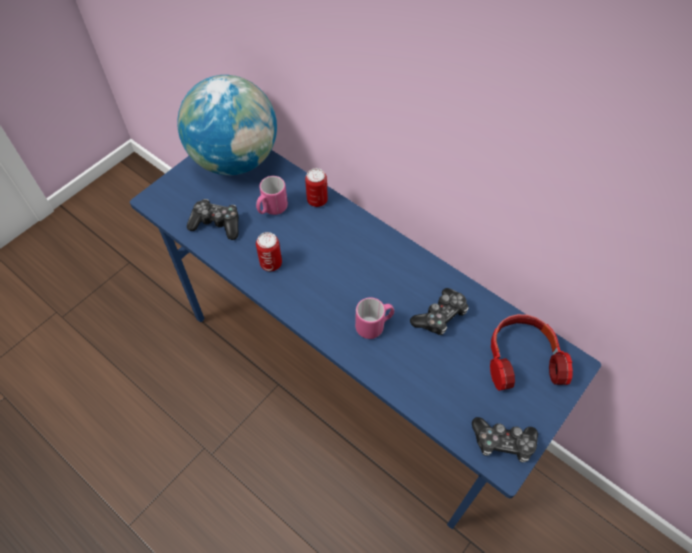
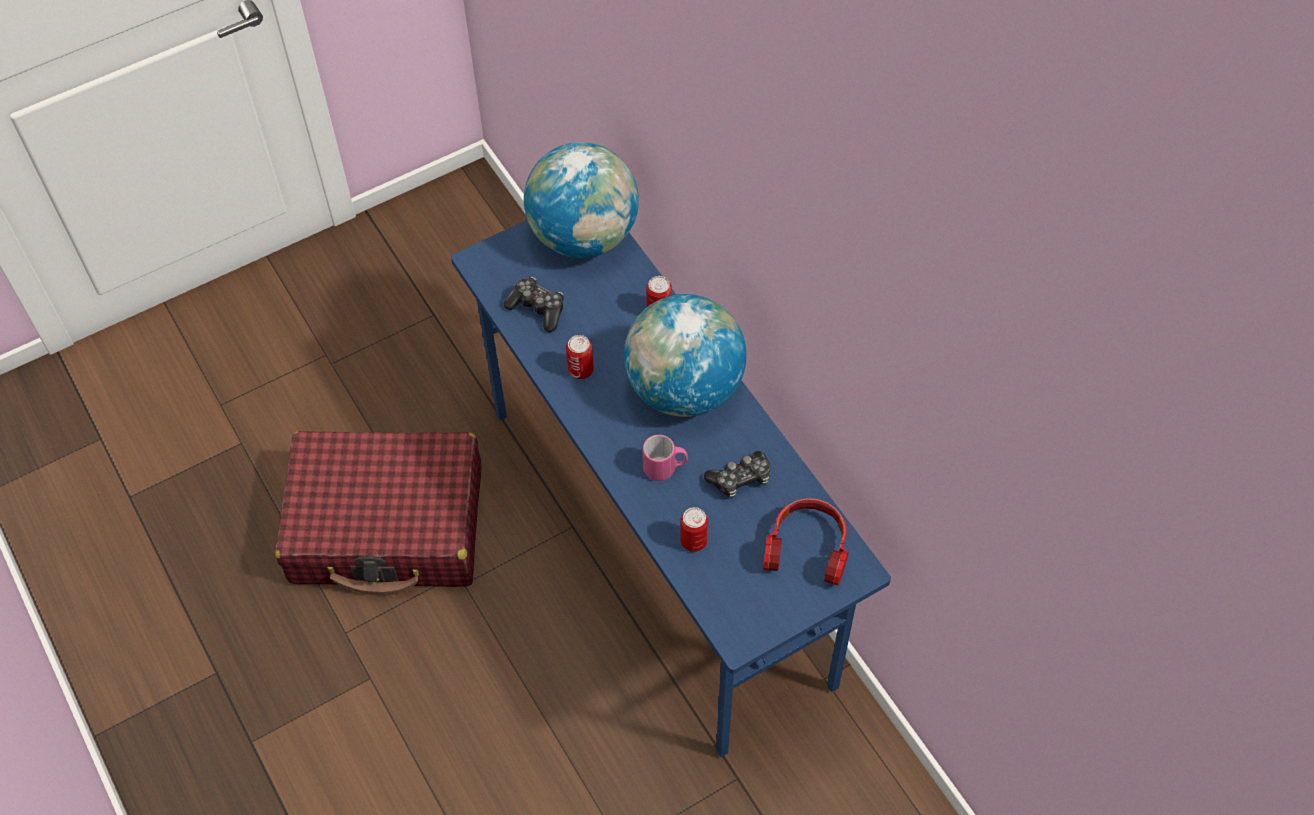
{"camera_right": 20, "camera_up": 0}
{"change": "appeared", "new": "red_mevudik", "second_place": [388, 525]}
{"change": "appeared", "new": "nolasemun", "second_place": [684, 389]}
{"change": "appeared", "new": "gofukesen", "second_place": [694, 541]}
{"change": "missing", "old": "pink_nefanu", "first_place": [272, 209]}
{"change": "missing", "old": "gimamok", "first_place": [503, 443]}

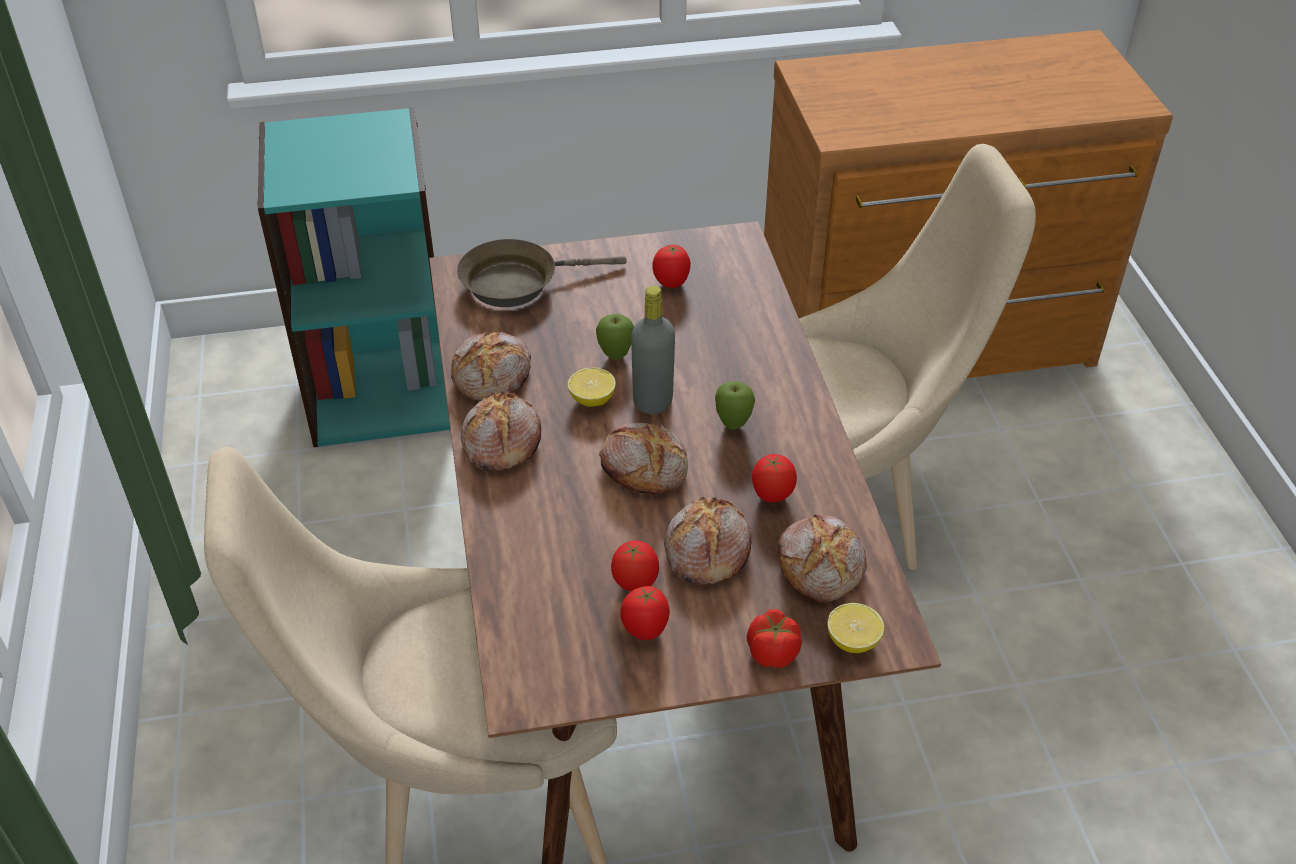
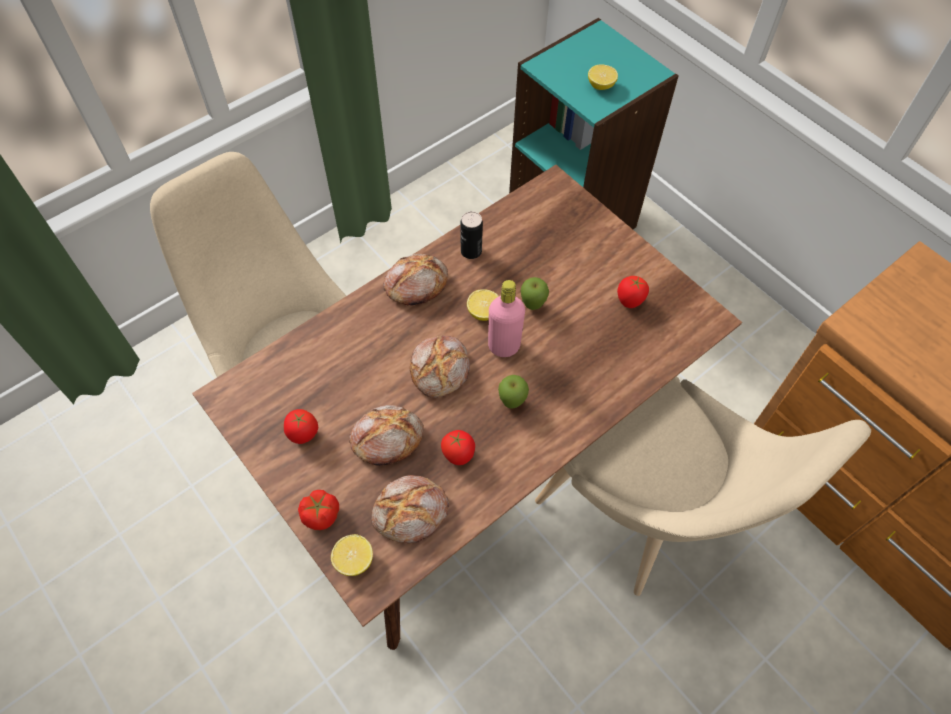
{"camera_right": 60, "camera_up": 15}
{"change": "exchanged", "old": "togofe", "new": "gofukesen", "first_place": [493, 375], "second_place": [471, 251]}
{"change": "colour", "old": "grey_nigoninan", "new": "pink_nigoninan", "first_place": [652, 401], "second_place": [504, 346]}
{"change": "appeared", "new": "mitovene", "second_place": [601, 85]}
{"change": "missing", "old": "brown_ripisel", "first_place": [517, 282]}
{"change": "missing", "old": "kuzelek", "first_place": [635, 583]}

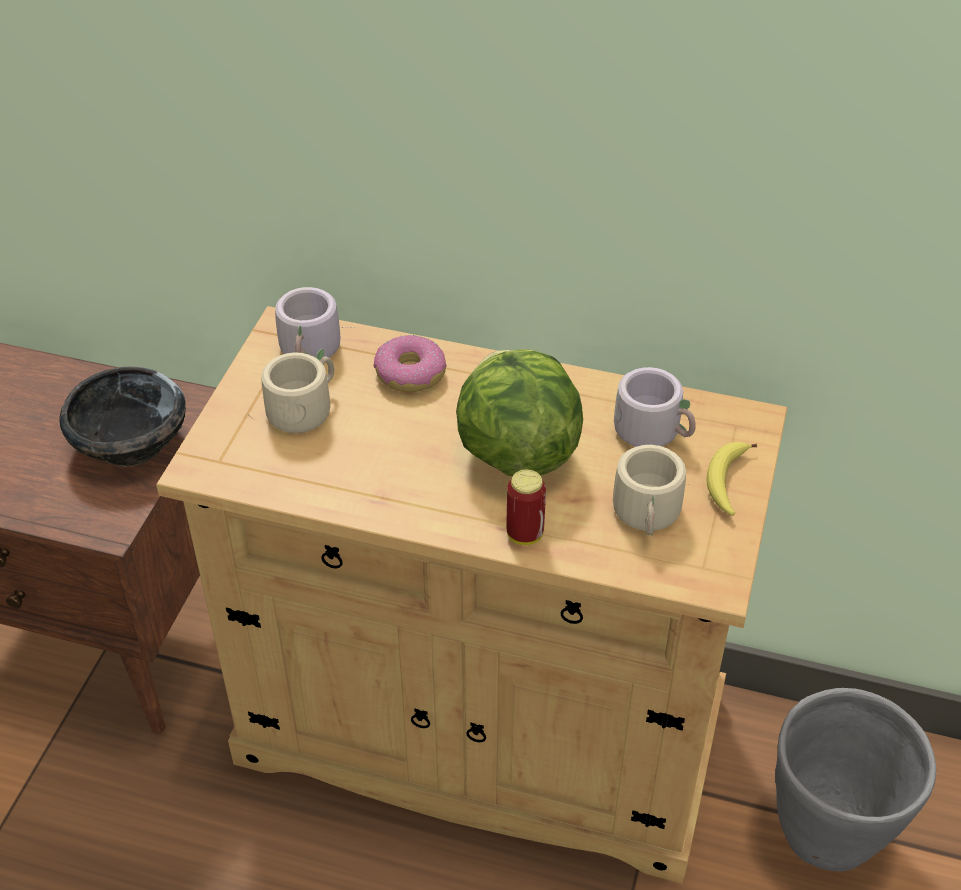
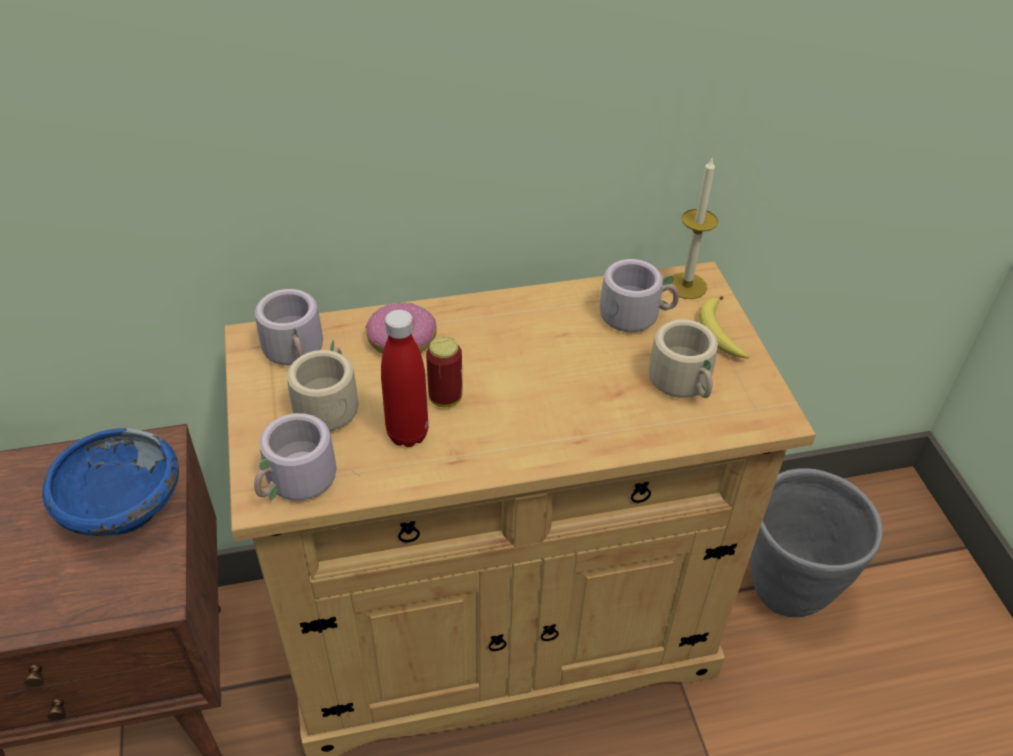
{"camera_right": -30, "camera_up": 0}
{"change": "colour", "old": "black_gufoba", "new": "blue_gufoba", "first_place": [130, 443], "second_place": [122, 508]}
{"change": "appeared", "new": "grey_nefanu", "second_place": [299, 484]}
{"change": "appeared", "new": "red_nigoninan", "second_place": [407, 434]}
{"change": "relocated", "old": "gofukesen", "first_place": [525, 534], "second_place": [445, 398]}
{"change": "appeared", "new": "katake", "second_place": [686, 286]}
{"change": "missing", "old": "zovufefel", "first_place": [515, 451]}

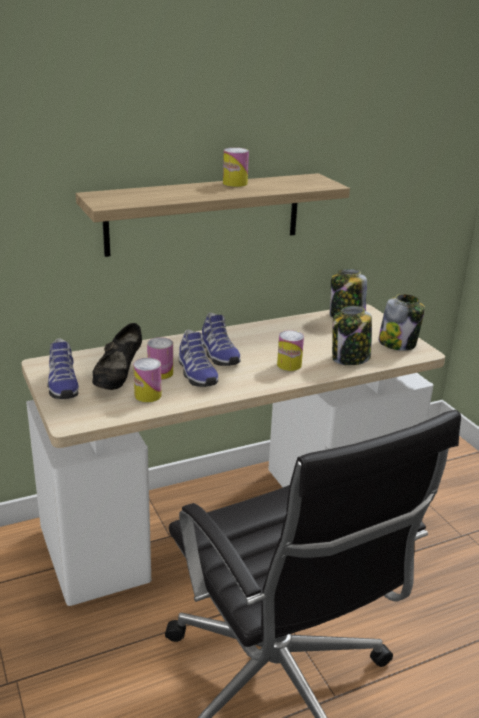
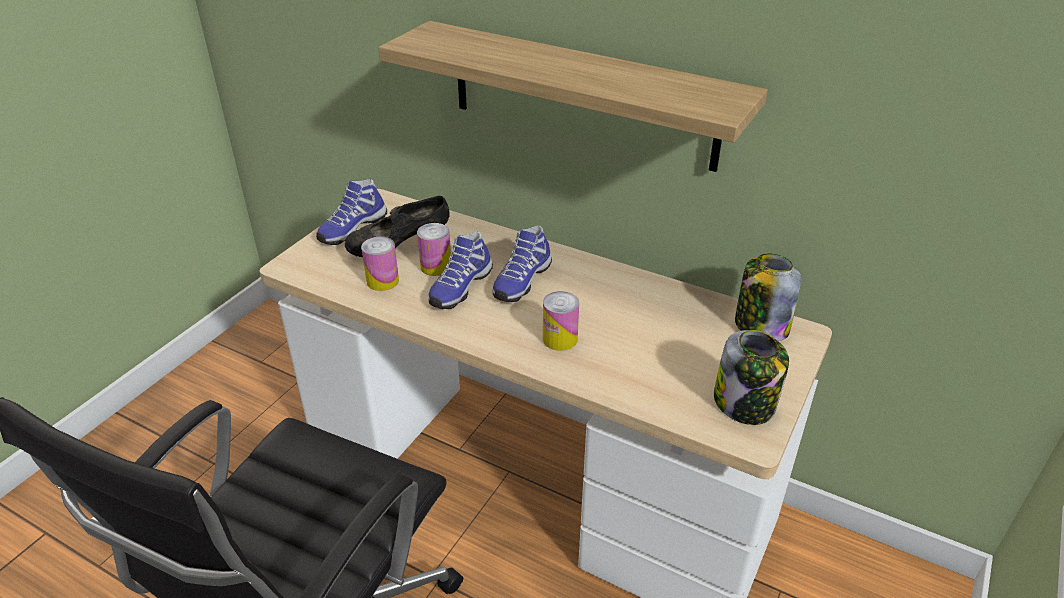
{"camera_right": 55, "camera_up": 10}
{"change": "missing", "old": "gofukesen", "first_place": [235, 183]}
{"change": "missing", "old": "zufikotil", "first_place": [350, 358]}

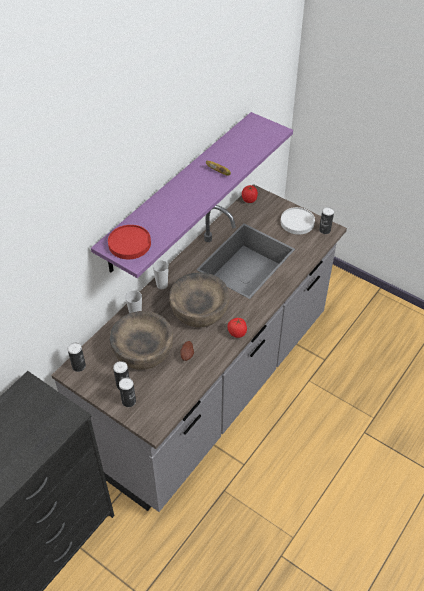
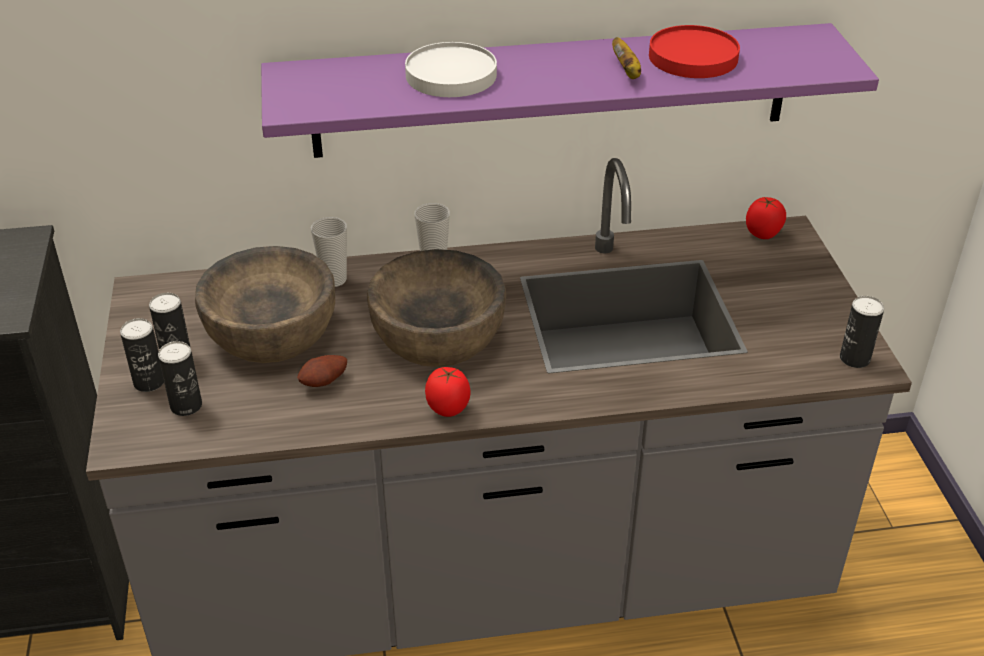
{"camera_right": 45, "camera_up": -10}
{"change": "relocated", "old": "gofukesen", "first_place": [79, 366], "second_place": [186, 406]}
{"change": "relocated", "old": "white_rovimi", "first_place": [297, 222], "second_place": [451, 75]}
{"change": "relocated", "old": "red_rovimi", "first_place": [129, 244], "second_place": [692, 57]}

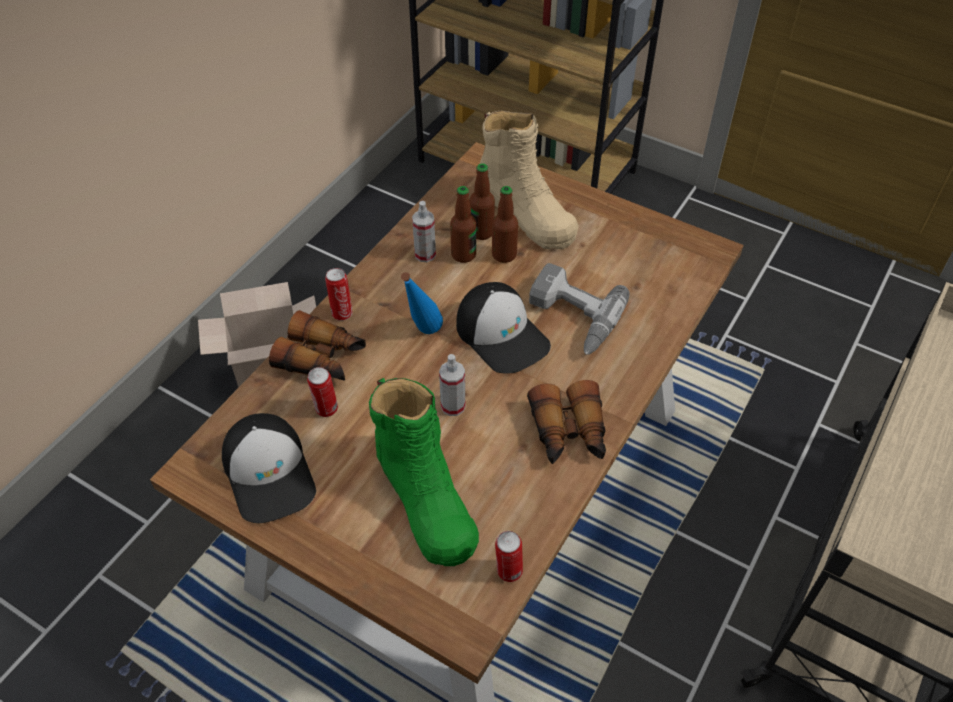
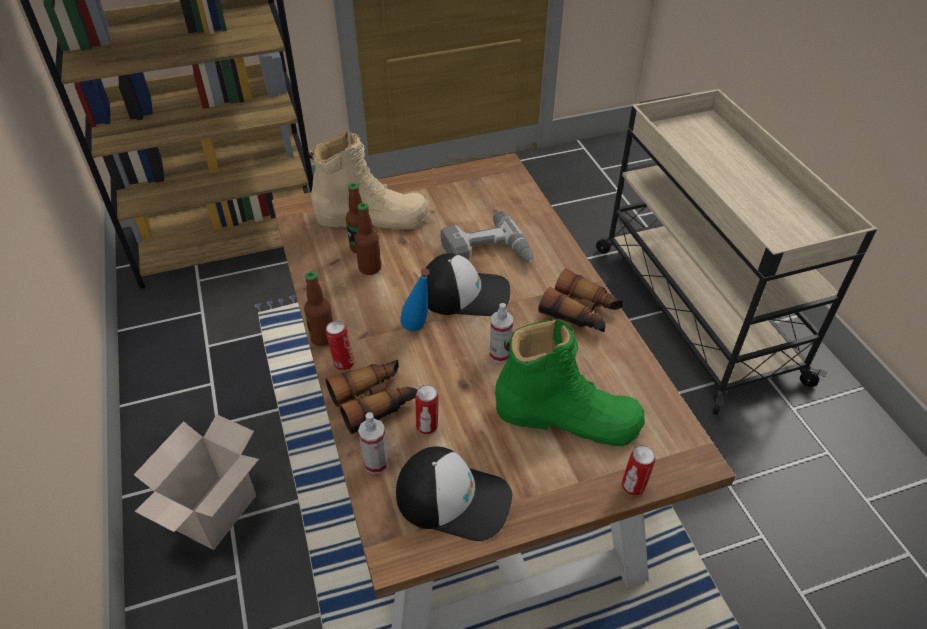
{"camera_right": -50, "camera_up": -5}
{"change": "relocated", "old": "nigoninan", "first_place": [504, 255], "second_place": [323, 338]}
{"change": "relocated", "old": "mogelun", "first_place": [425, 254], "second_place": [376, 463]}
{"change": "relocated", "old": "gofukesen", "first_place": [508, 572], "second_place": [633, 487]}

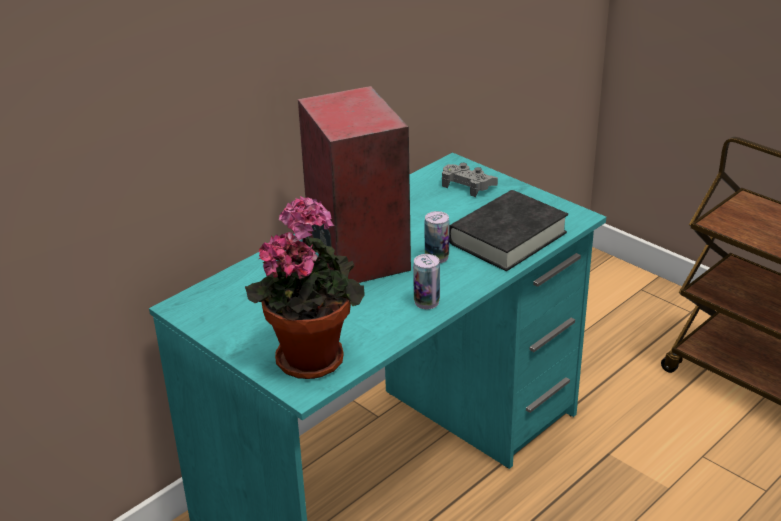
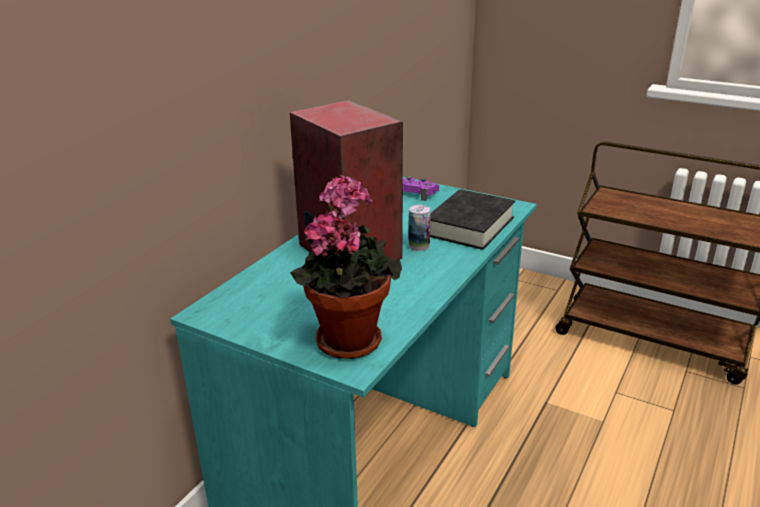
{"camera_right": -15, "camera_up": -5}
{"change": "colour", "old": "grey_gimamok", "new": "purple_gimamok", "first_place": [468, 185], "second_place": [415, 194]}
{"change": "missing", "old": "gofukesen", "first_place": [426, 302]}

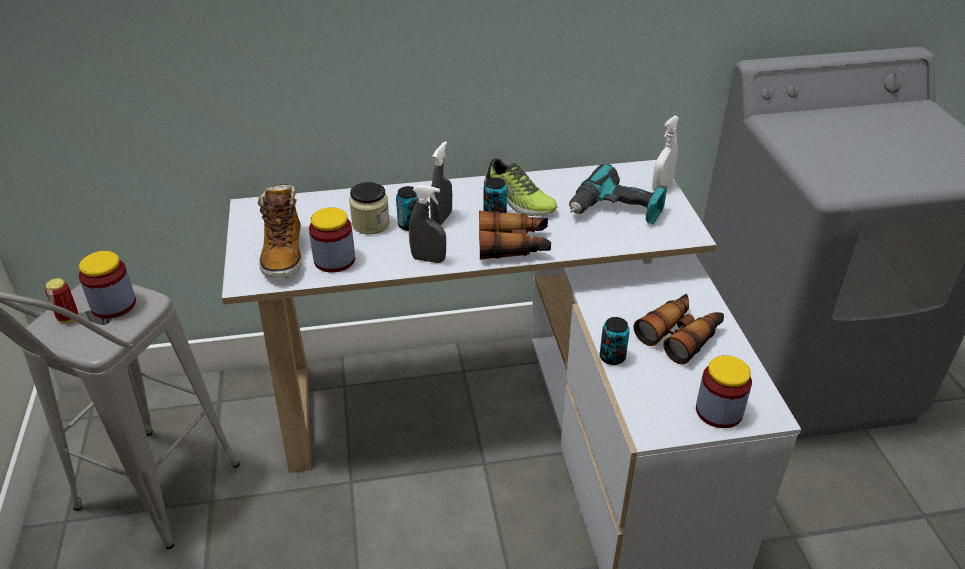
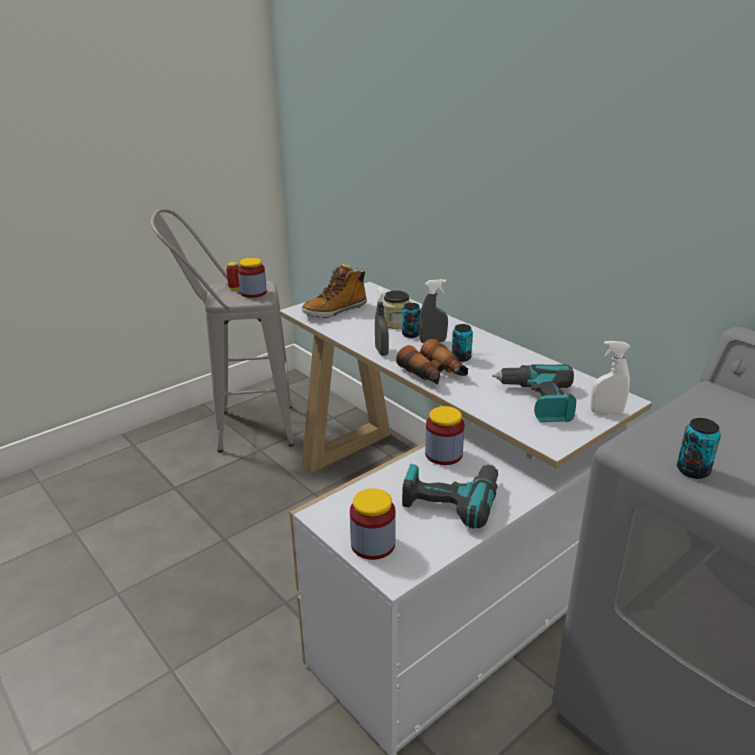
{"camera_right": 60, "camera_up": -10}
{"change": "exchanged", "old": "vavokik", "new": "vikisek", "first_place": [680, 335], "second_place": [451, 499]}
{"change": "relocated", "old": "zufikotil", "first_place": [334, 260], "second_place": [443, 454]}
{"change": "relocated", "old": "gofukesen", "first_place": [612, 357], "second_place": [693, 470]}
{"change": "missing", "old": "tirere", "first_place": [518, 201]}

